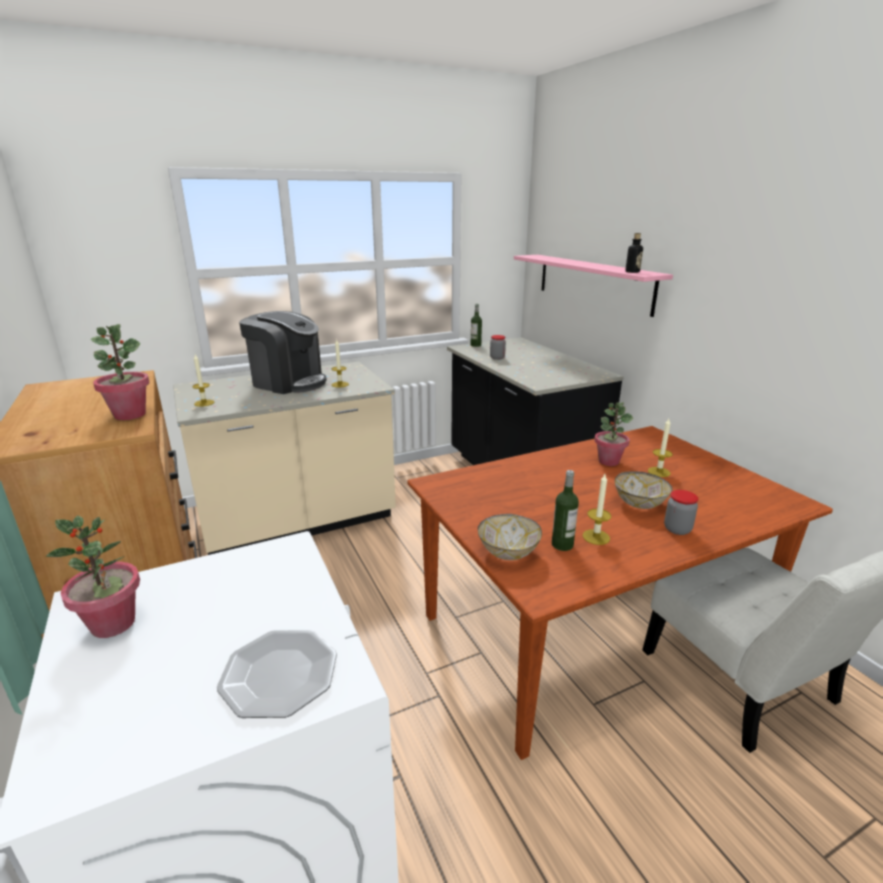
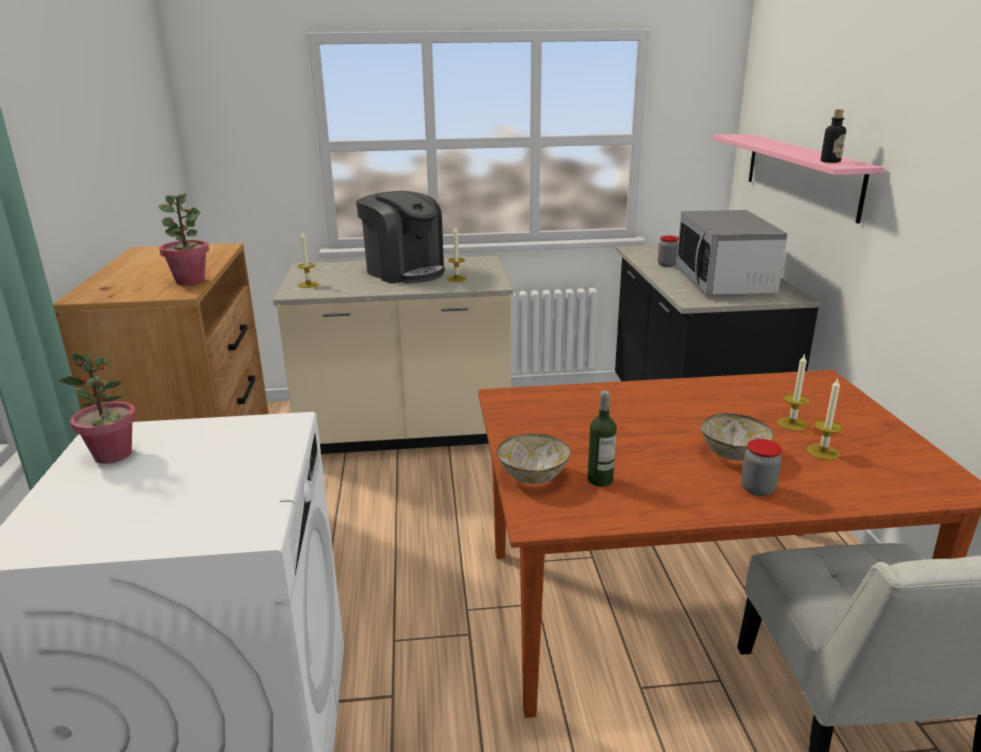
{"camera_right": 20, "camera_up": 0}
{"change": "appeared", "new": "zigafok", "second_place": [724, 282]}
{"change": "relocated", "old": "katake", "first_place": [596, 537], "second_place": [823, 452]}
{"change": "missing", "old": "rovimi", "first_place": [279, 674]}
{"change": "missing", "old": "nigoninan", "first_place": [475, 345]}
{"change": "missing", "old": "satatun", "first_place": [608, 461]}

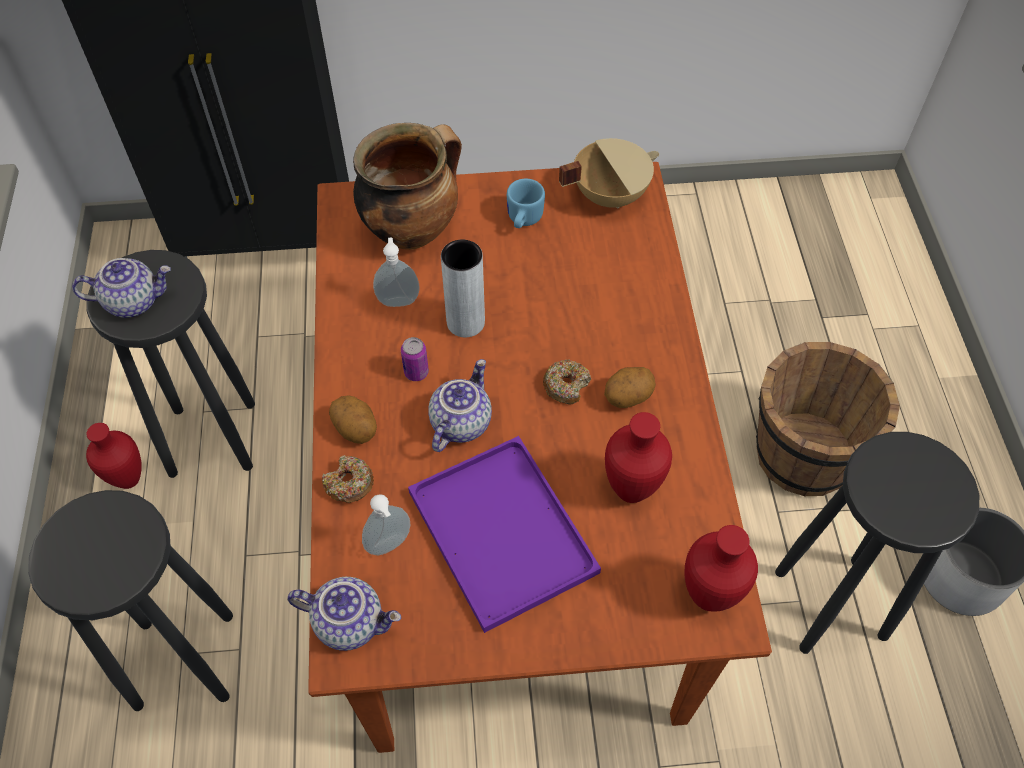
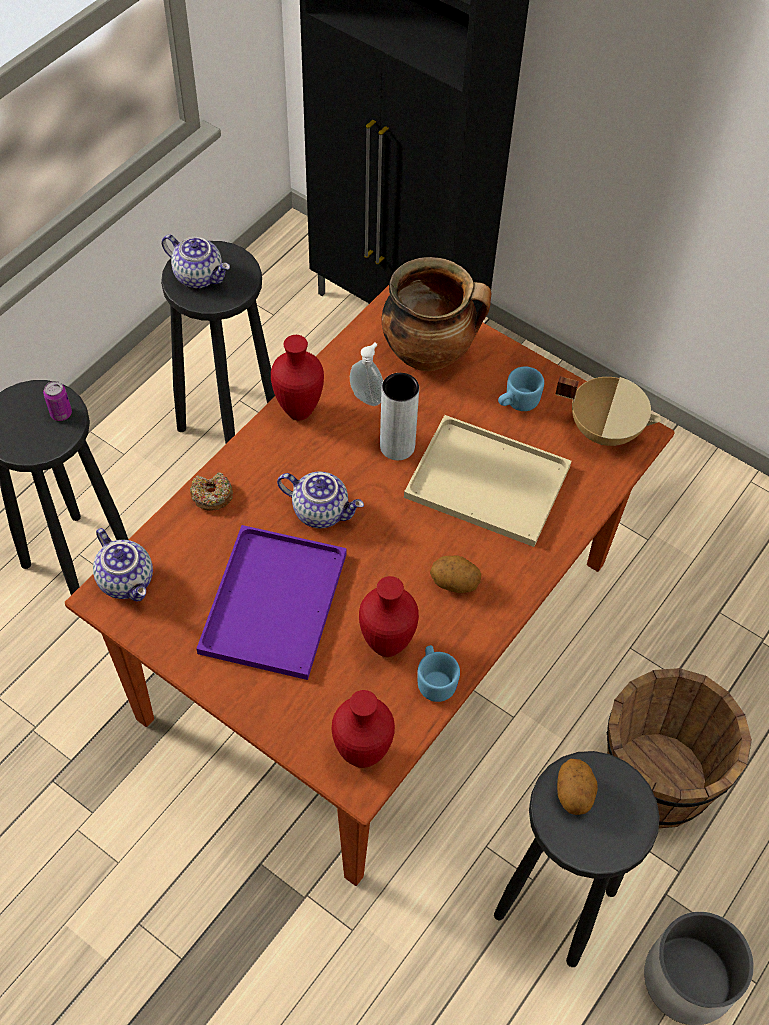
{"camera_right": 40, "camera_up": 0}
{"change": "relocated", "old": "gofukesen", "first_place": [416, 372], "second_place": [61, 413]}
{"change": "relocated", "old": "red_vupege", "first_place": [130, 479], "second_place": [300, 412]}
{"change": "spun", "old": "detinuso", "first_place": [459, 422], "second_place": [321, 511], "degrees": 45}
{"change": "appeared", "new": "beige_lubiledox", "second_place": [484, 482]}
{"change": "appeared", "new": "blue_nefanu", "second_place": [435, 680]}
{"change": "relocated", "old": "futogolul", "first_place": [356, 429], "second_place": [574, 794]}
{"change": "missing", "old": "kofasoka", "first_place": [390, 546]}
{"change": "missing", "old": "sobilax", "first_place": [566, 385]}

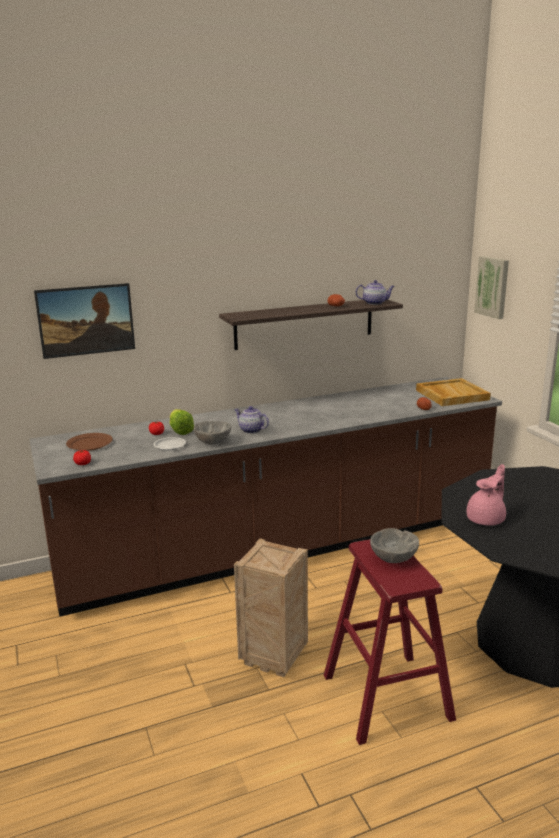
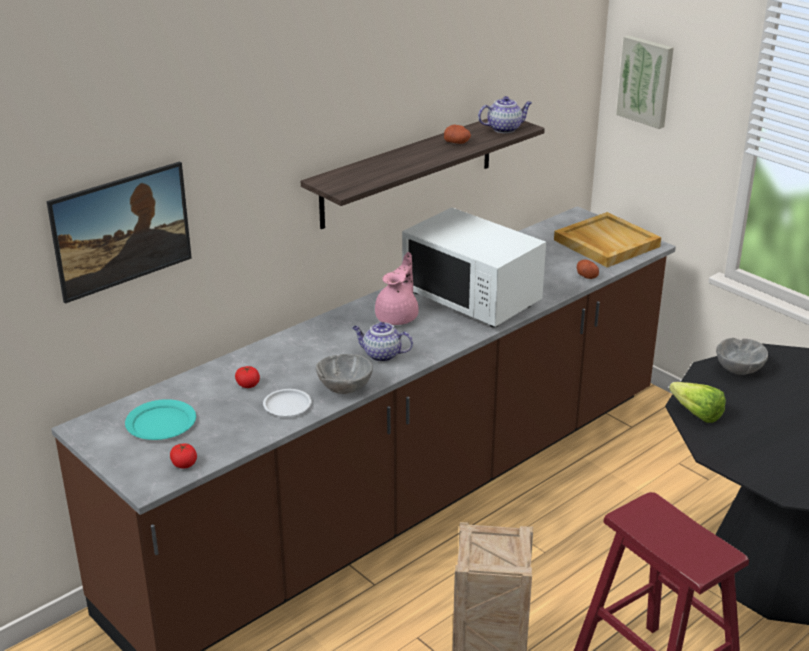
{"camera_right": -20, "camera_up": 10}
{"change": "colour", "old": "brown_rovimi", "new": "turquoise_rovimi", "first_place": [89, 444], "second_place": [160, 423]}
{"change": "relocated", "old": "pink_detinuso", "first_place": [487, 519], "second_place": [398, 317]}
{"change": "appeared", "new": "white_zigafok", "second_place": [472, 298]}
{"change": "relocated", "old": "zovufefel", "first_place": [180, 430], "second_place": [693, 412]}
{"change": "relocated", "old": "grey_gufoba", "first_place": [393, 558], "second_place": [738, 369]}

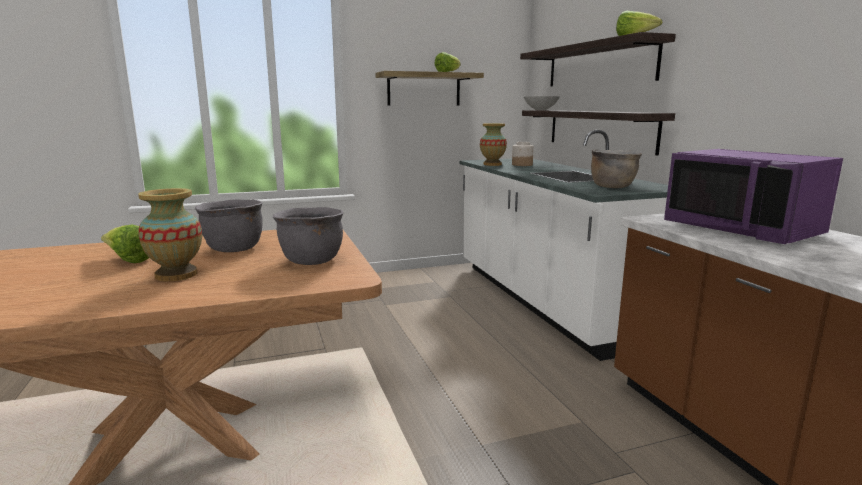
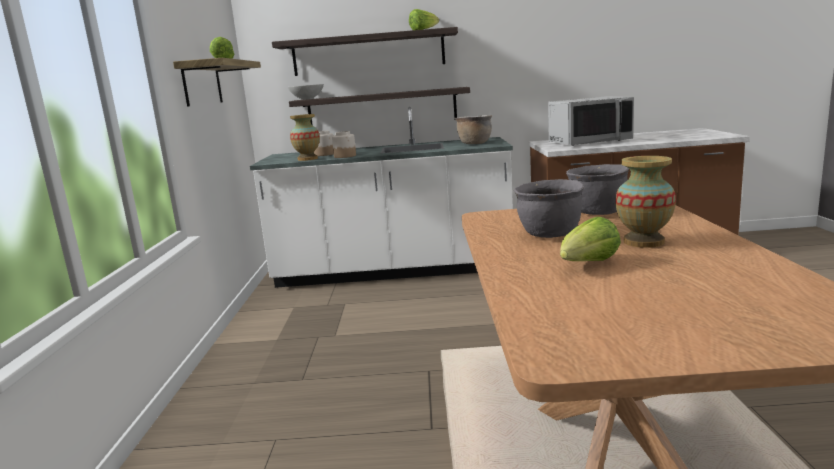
{"camera_right": -70, "camera_up": 0}
{"change": "appeared", "new": "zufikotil", "second_place": [345, 156]}
{"change": "colour", "old": "purple_zigafok", "new": "grey_zigafok", "first_place": [743, 229], "second_place": [589, 142]}

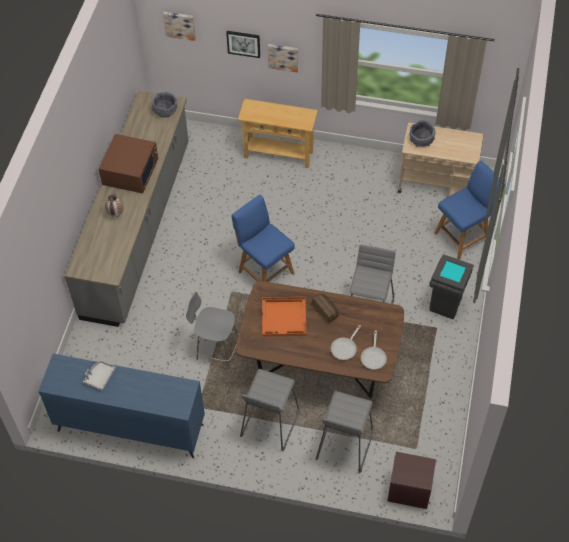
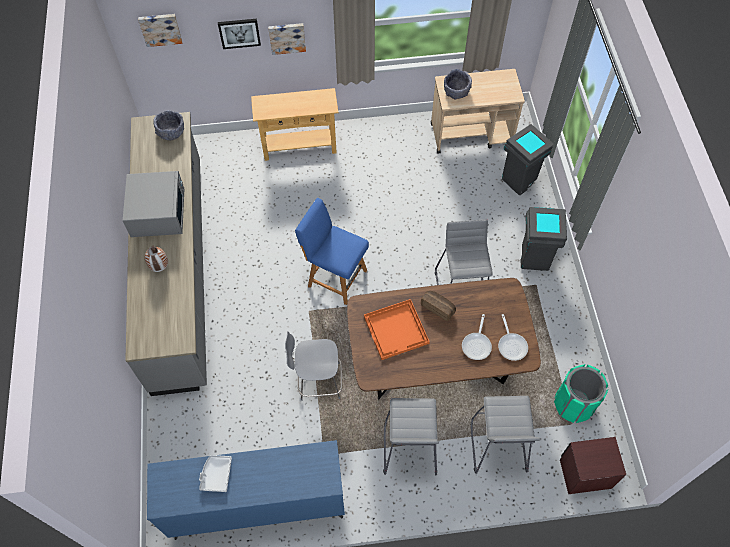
{"camera_right": -20, "camera_up": 5}
{"change": "colour", "old": "brown_zigafok", "new": "grey_zigafok", "first_place": [131, 172], "second_place": [158, 212]}
{"change": "exchanged", "old": "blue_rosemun", "new": "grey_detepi", "first_place": [463, 236], "second_place": [520, 180]}
{"change": "appeared", "new": "green_detepi", "second_place": [574, 403]}

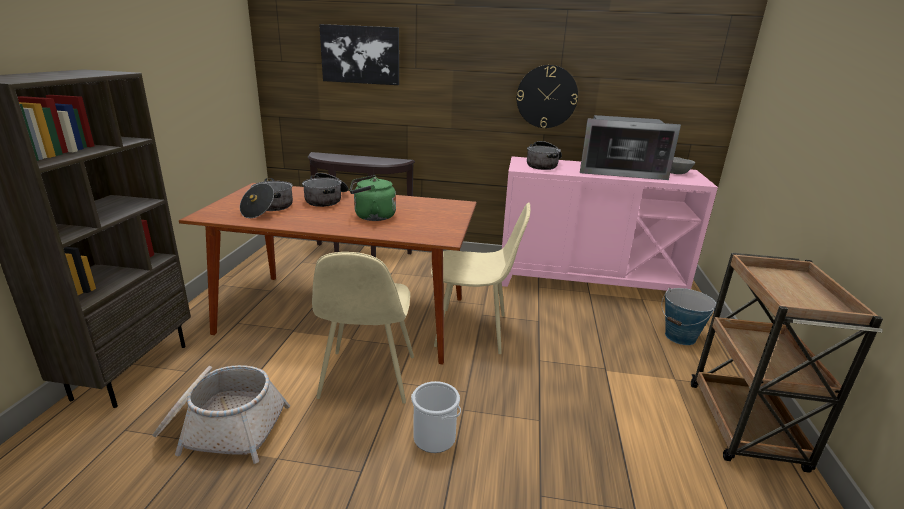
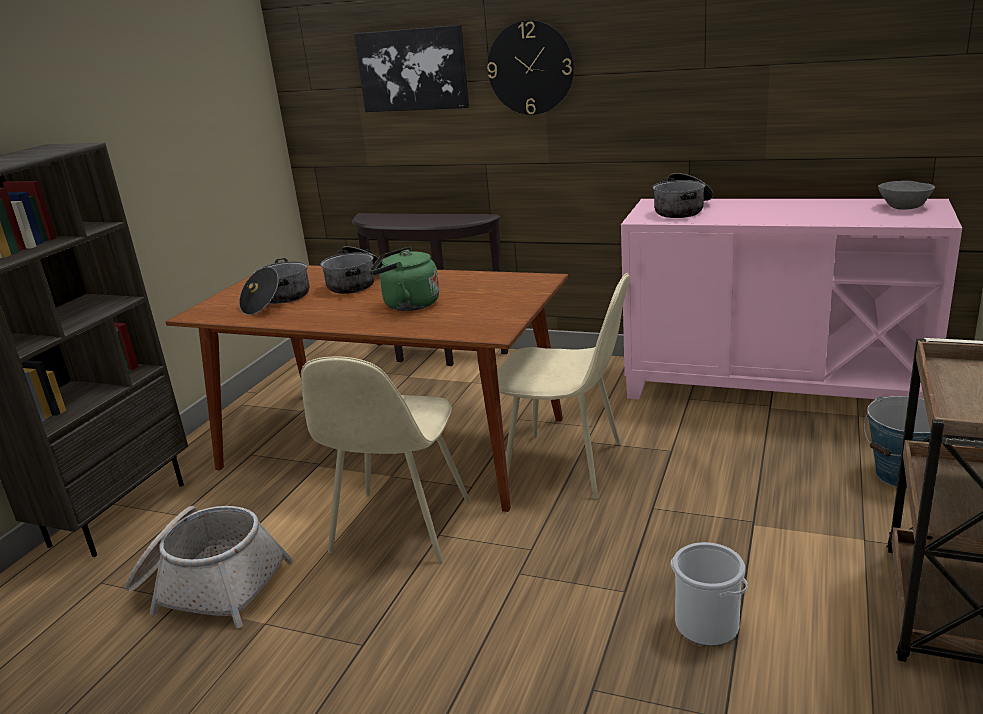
{"camera_right": 15, "camera_up": 0}
{"change": "relocated", "old": "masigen", "first_place": [546, 97], "second_place": [530, 68]}
{"change": "relocated", "old": "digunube", "first_place": [435, 438], "second_place": [707, 625]}
{"change": "missing", "old": "zigafok", "first_place": [620, 171]}

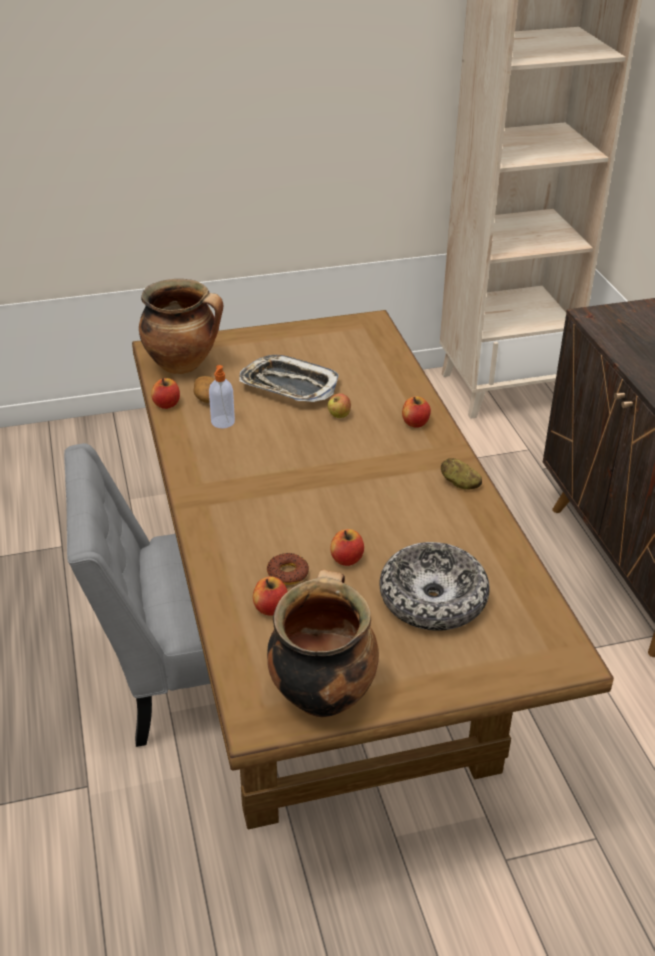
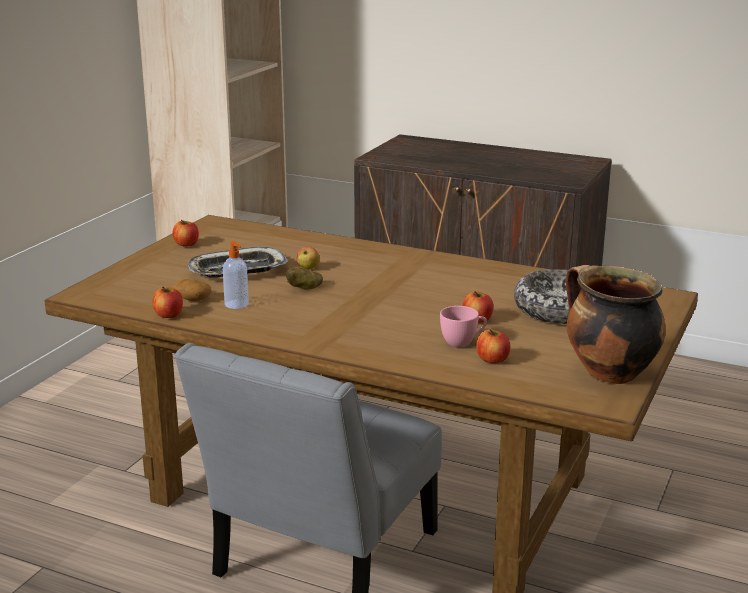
{"camera_right": -50, "camera_up": -15}
{"change": "relocated", "old": "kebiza", "first_place": [415, 423], "second_place": [186, 244]}
{"change": "relocated", "old": "futogolul", "first_place": [459, 484], "second_place": [304, 288]}
{"change": "exchanged", "old": "sobilax", "new": "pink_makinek", "first_place": [288, 573], "second_place": [463, 342]}
{"change": "missing", "old": "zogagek", "first_place": [183, 365]}

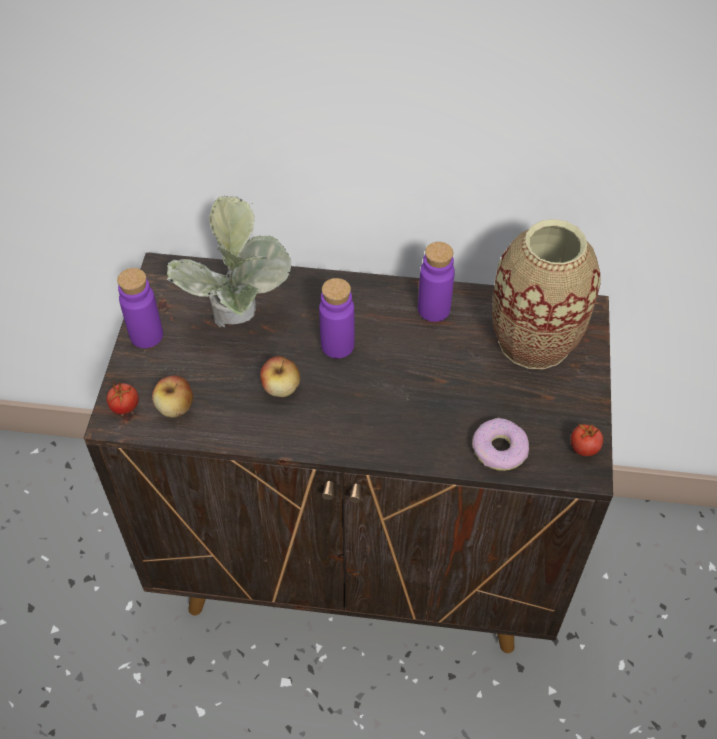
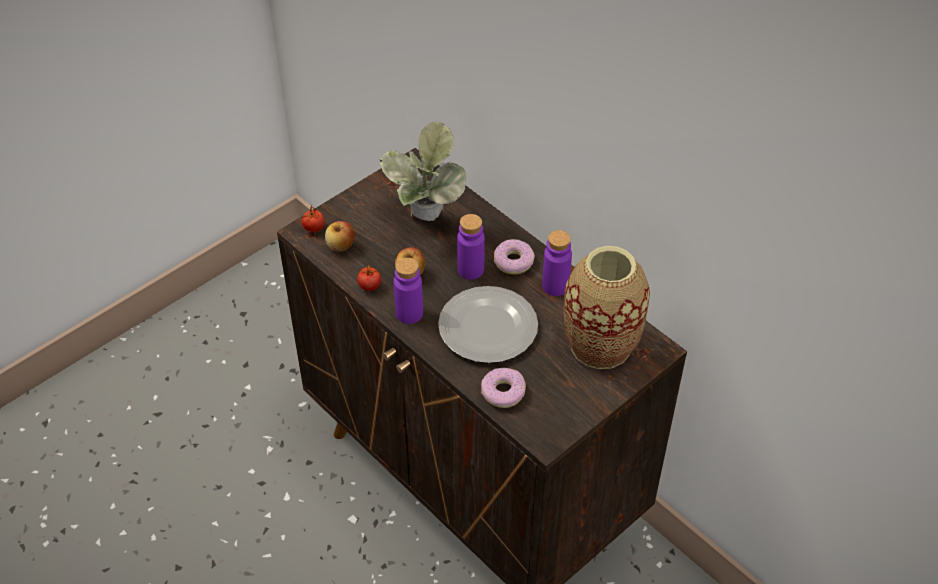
{"camera_right": 40, "camera_up": -5}
{"change": "relocated", "old": "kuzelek", "first_place": [584, 448], "second_place": [370, 286]}
{"change": "relocated", "old": "purple_nigoninan", "first_place": [146, 335], "second_place": [409, 313]}
{"change": "appeared", "new": "rovimi", "second_place": [486, 327]}
{"change": "appeared", "new": "sobilax", "second_place": [514, 261]}

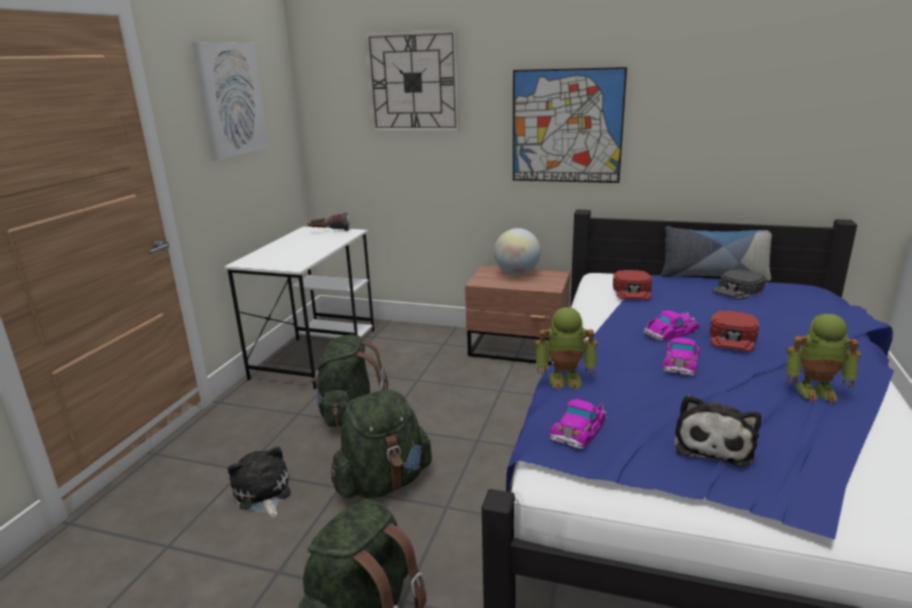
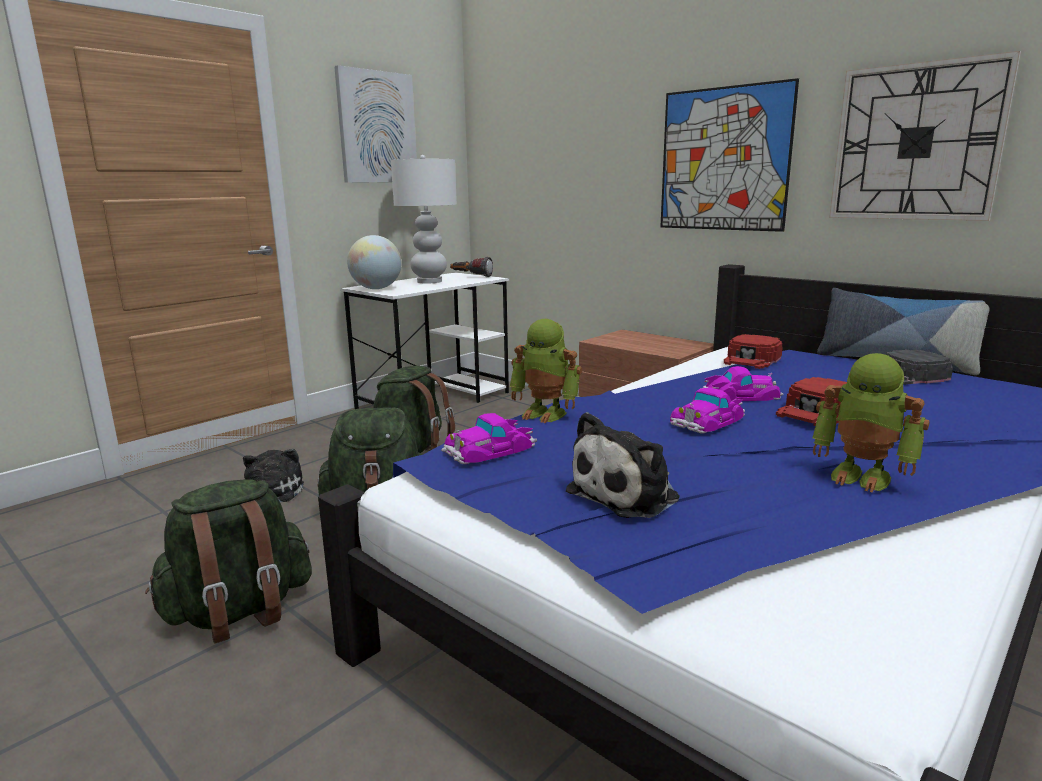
{"camera_right": 25, "camera_up": -5}
{"change": "relocated", "old": "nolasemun", "first_place": [517, 273], "second_place": [376, 289]}
{"change": "appeared", "new": "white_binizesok", "second_place": [429, 281]}
{"change": "relocated", "old": "masigen", "first_place": [413, 82], "second_place": [916, 143]}

